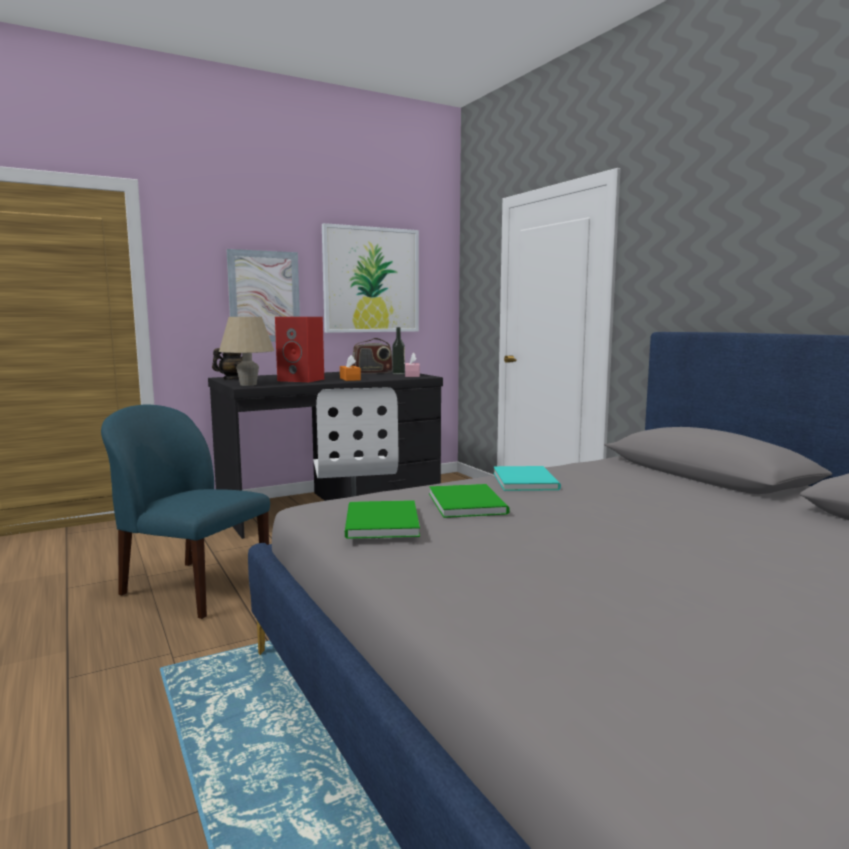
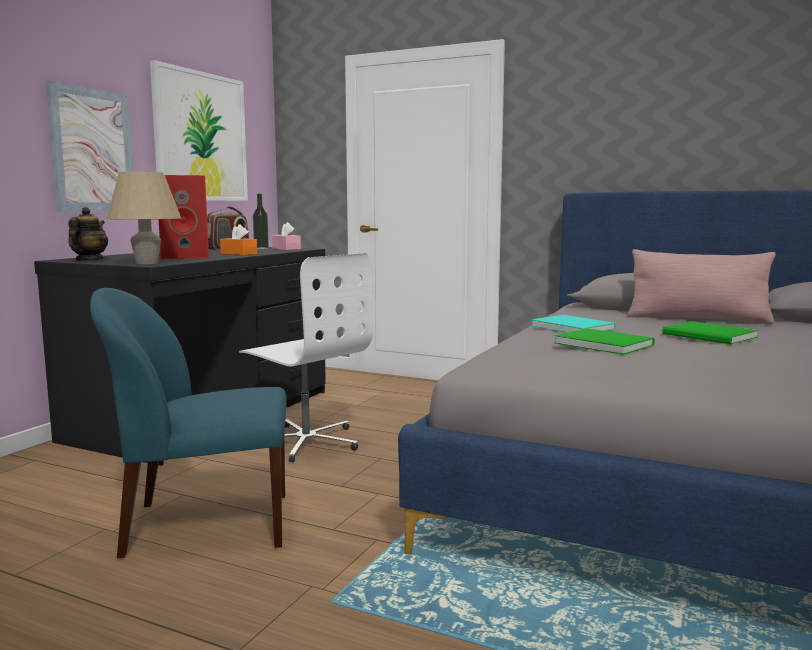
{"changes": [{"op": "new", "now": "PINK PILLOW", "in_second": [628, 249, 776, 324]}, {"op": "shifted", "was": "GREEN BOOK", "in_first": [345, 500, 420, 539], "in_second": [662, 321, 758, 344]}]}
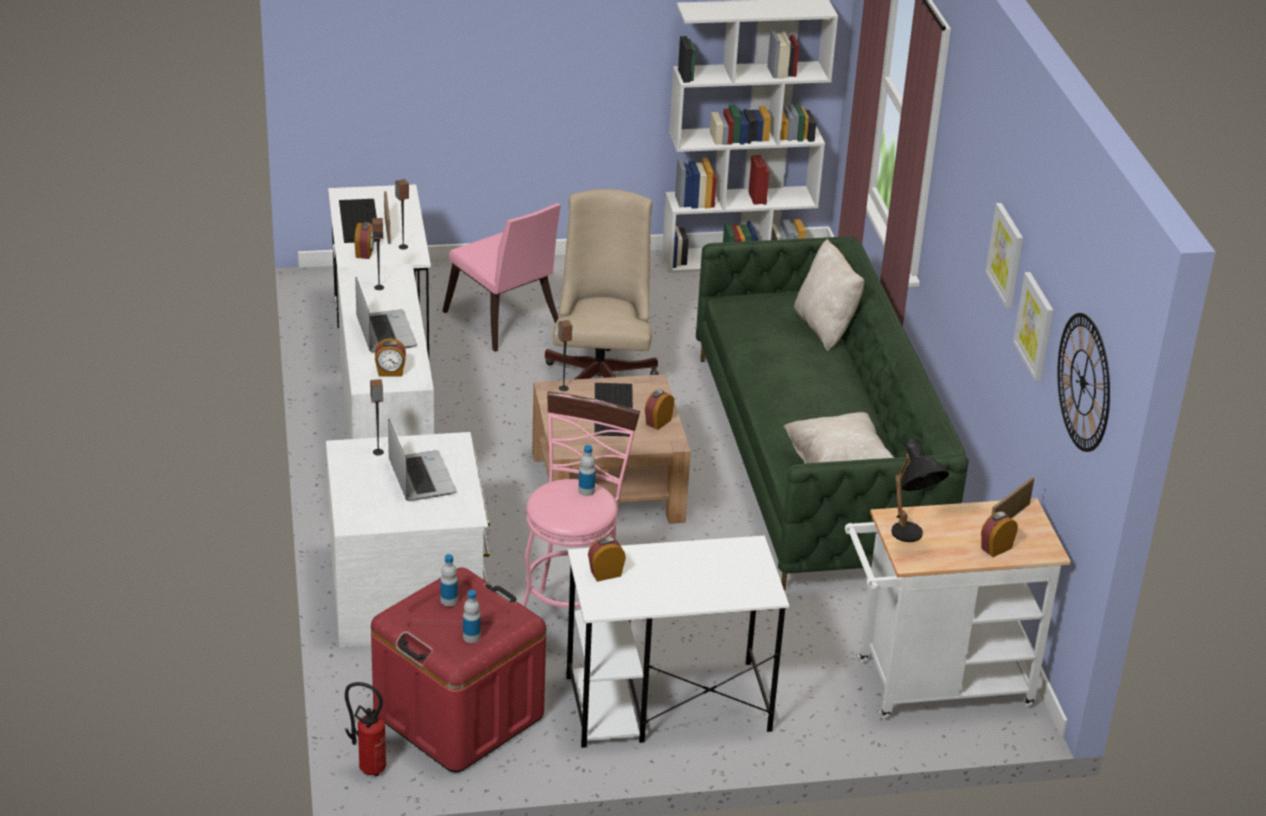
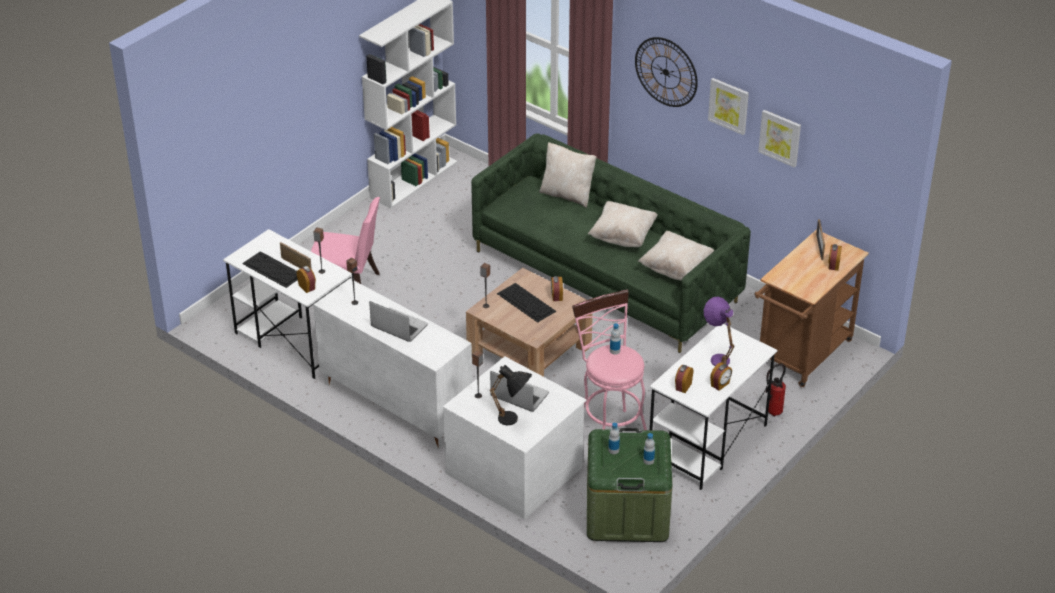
{"changes": [{"op": "gone", "was": "BEIGE OFFICE CHAIR", "in_first": [545, 189, 659, 380]}, {"op": "new", "now": "BEIGE PILLOW", "in_second": [588, 201, 658, 247]}, {"op": "new", "now": "PURPLE TABLE LAMP", "in_second": [704, 297, 735, 366]}, {"op": "shifted", "was": "FIRE EXTINGUISHER", "in_first": [345, 682, 386, 776], "in_second": [766, 364, 786, 416]}, {"op": "shifted", "was": "ALARM CLOCK", "in_first": [375, 338, 406, 377], "in_second": [710, 362, 732, 391]}, {"op": "shifted", "was": "BLACK TABLE LAMP", "in_first": [891, 439, 950, 542], "in_second": [490, 365, 532, 425]}, {"op": "shifted", "was": "WALL CLOCK", "in_first": [1058, 313, 1110, 452], "in_second": [635, 37, 698, 107]}, {"op": "repainted", "was": "RED STORAGE BOX", "now": "GREEN STORAGE BOX", "in_first": [371, 568, 546, 772], "in_second": [587, 428, 672, 542]}, {"op": "repainted", "was": "WHITE CART", "now": "BROWN CART", "in_first": [845, 498, 1071, 719], "in_second": [754, 230, 869, 387]}]}
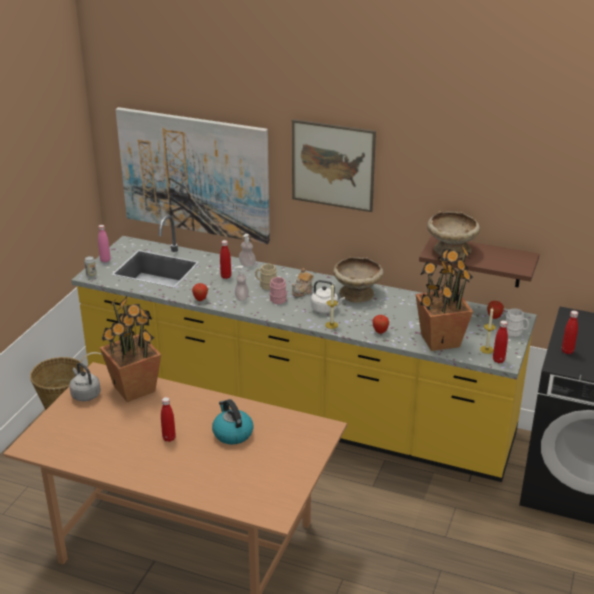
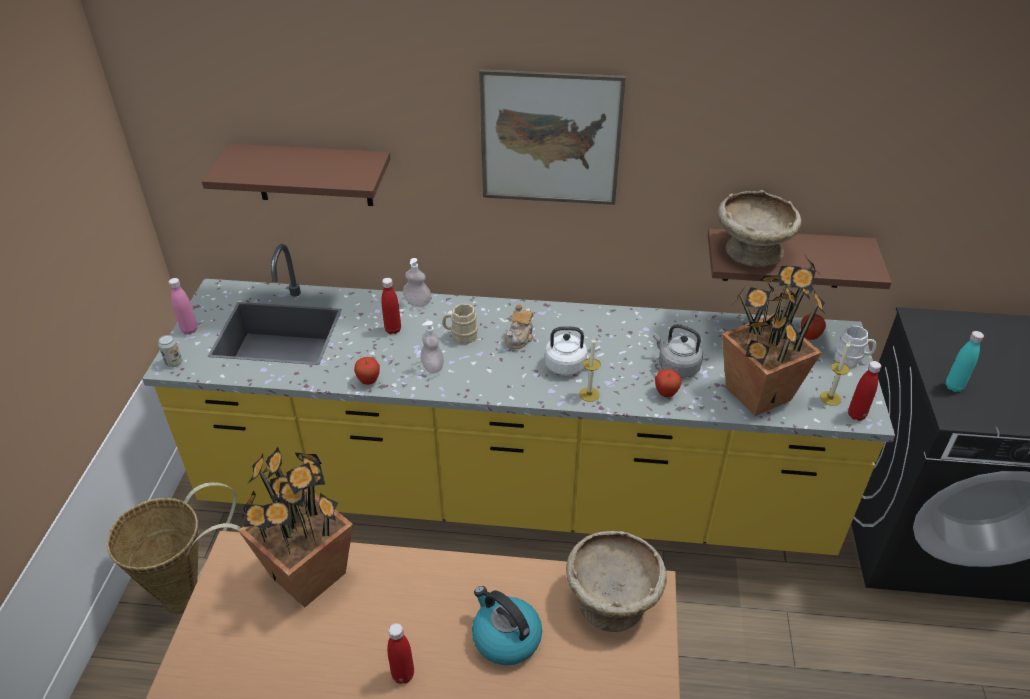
{"changes": [{"op": "gone", "was": "PINK MUG", "in_first": [269, 277, 287, 304]}, {"op": "shifted", "was": "GREY KETTLE", "in_first": [69, 363, 101, 401], "in_second": [653, 324, 703, 378]}, {"op": "shifted", "was": "BEIGE BOWL", "in_first": [333, 257, 384, 303], "in_second": [566, 531, 667, 632]}, {"op": "swapped", "was": "PICTURE", "now": "BROWN SHELF", "in_first": [115, 107, 270, 244], "in_second": [202, 144, 390, 206]}, {"op": "repainted", "was": "RED BOTTLE", "now": "TURQUOISE BOTTLE", "in_first": [562, 311, 578, 354], "in_second": [946, 331, 984, 392]}]}
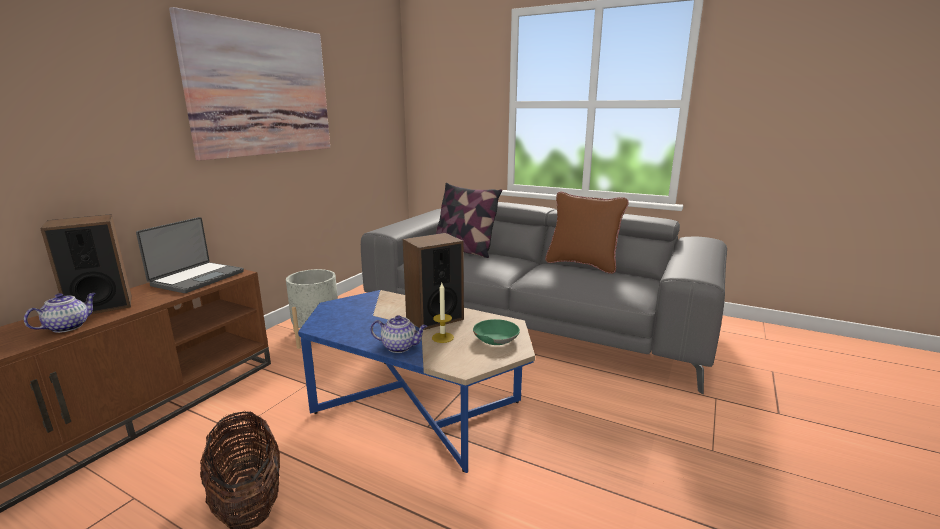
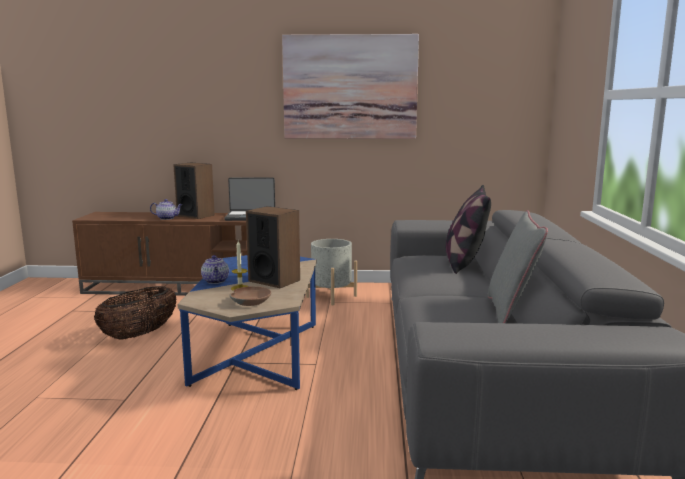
{"changes": [{"op": "repainted", "was": "GREEN BOWL", "now": "BROWN BOWL", "in_first": [473, 319, 520, 345], "in_second": [229, 286, 271, 306]}, {"op": "repainted", "was": "BROWN PILLOW", "now": "GREY PILLOW", "in_first": [545, 192, 629, 274], "in_second": [488, 210, 548, 323]}]}
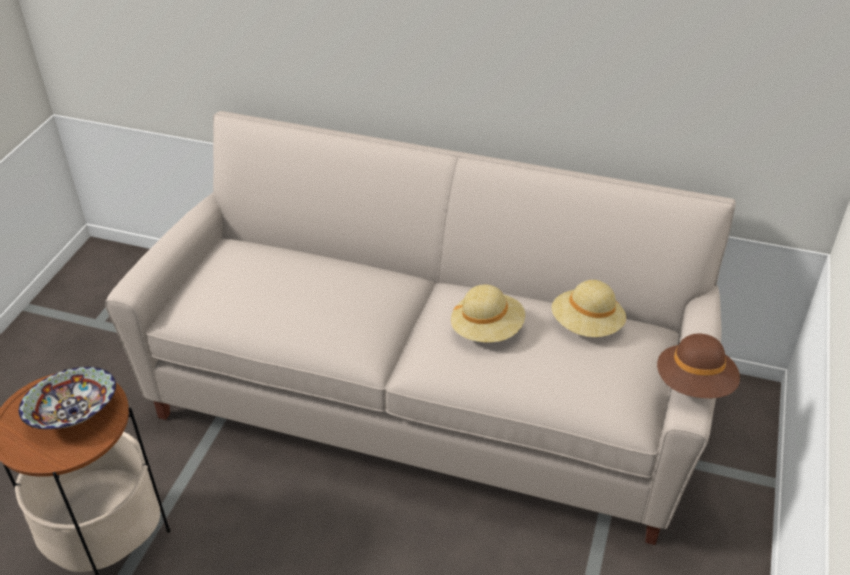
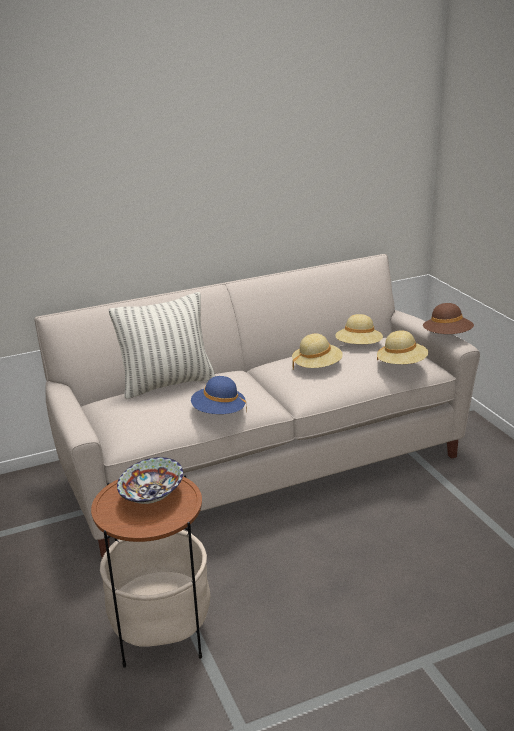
{"changes": [{"op": "new", "now": "PILLOW", "in_second": [109, 292, 215, 399]}, {"op": "new", "now": "BLUE HAT", "in_second": [191, 376, 247, 414]}, {"op": "new", "now": "BEIGE HAT", "in_second": [377, 330, 428, 364]}]}
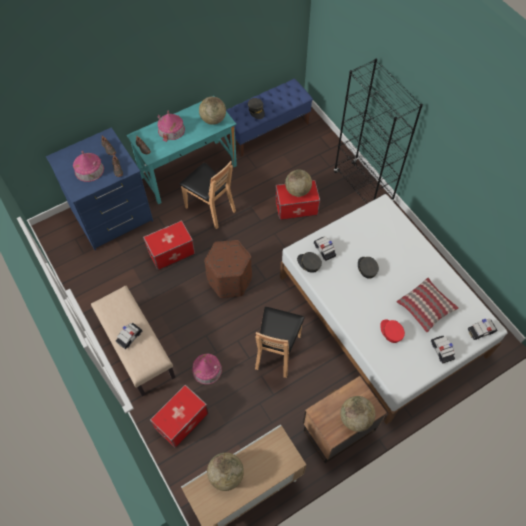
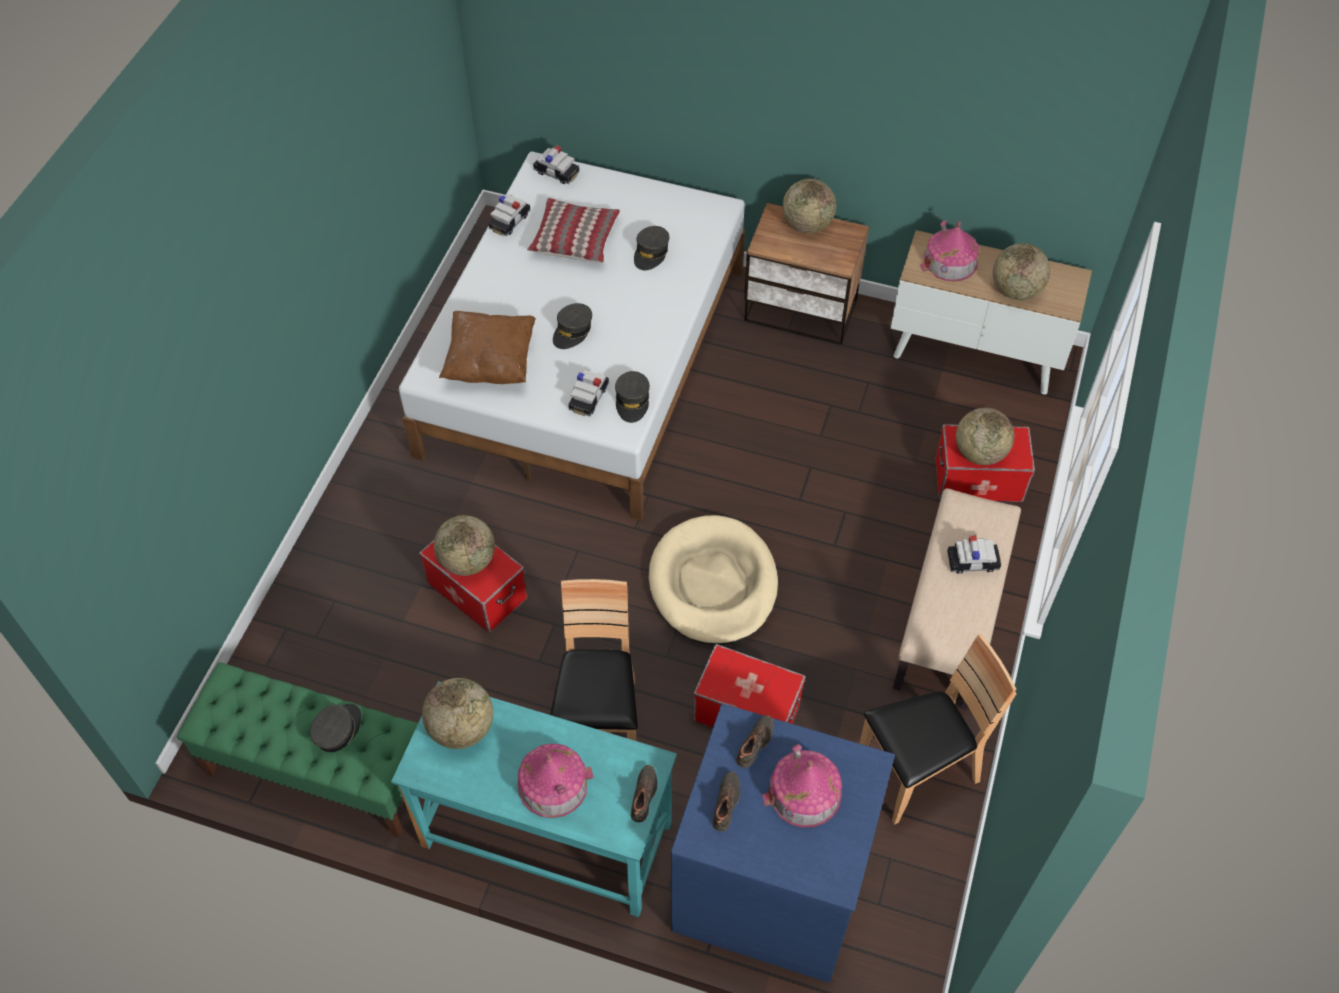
{"changes": [{"op": "gone", "was": "BLACK BOOKCASE", "in_first": [334, 58, 423, 204]}, {"op": "new", "now": "BROWN PILLOW", "in_second": [439, 311, 536, 384]}, {"op": "new", "now": "GLOBE", "in_second": [956, 408, 1014, 465]}, {"op": "shifted", "was": "TOY HOUSE", "in_first": [192, 354, 222, 385], "in_second": [920, 220, 979, 282]}, {"op": "shifted", "was": "BROWN CHAIR", "in_first": [255, 307, 305, 378], "in_second": [859, 634, 1016, 825]}, {"op": "shifted", "was": "TOY CAR", "in_first": [431, 336, 455, 364], "in_second": [488, 195, 530, 236]}, {"op": "swapped", "was": "BROWN OTTOMAN", "now": "BEIGE DOG BED", "in_first": [204, 240, 252, 298], "in_second": [649, 515, 778, 645]}, {"op": "repainted", "was": "BLUE BENCH", "now": "GREEN BENCH", "in_first": [226, 79, 313, 157], "in_second": [177, 662, 418, 837]}, {"op": "repainted", "was": "RED CAP", "now": "GREY CAP", "in_first": [380, 319, 405, 343], "in_second": [634, 226, 669, 270]}]}
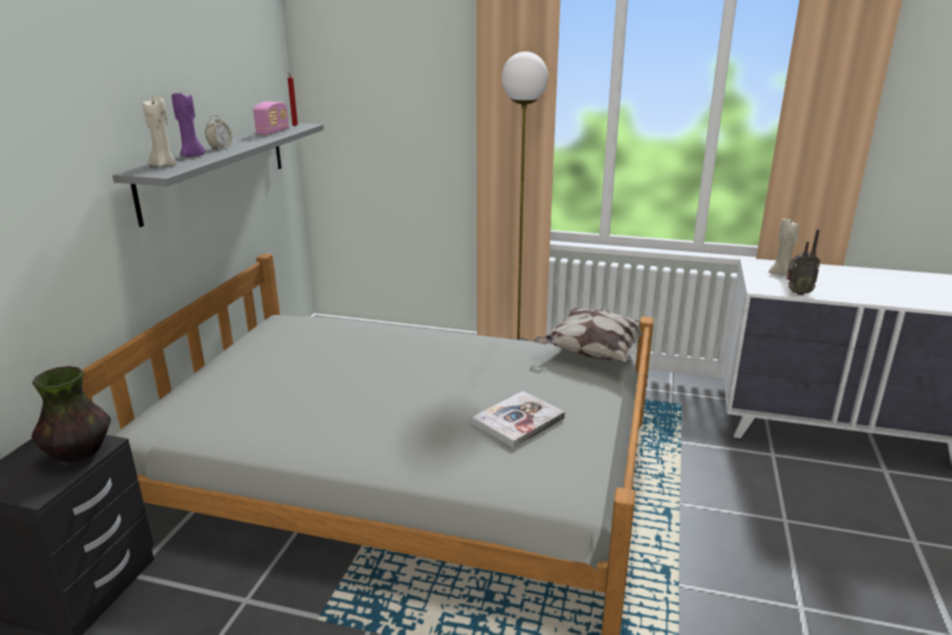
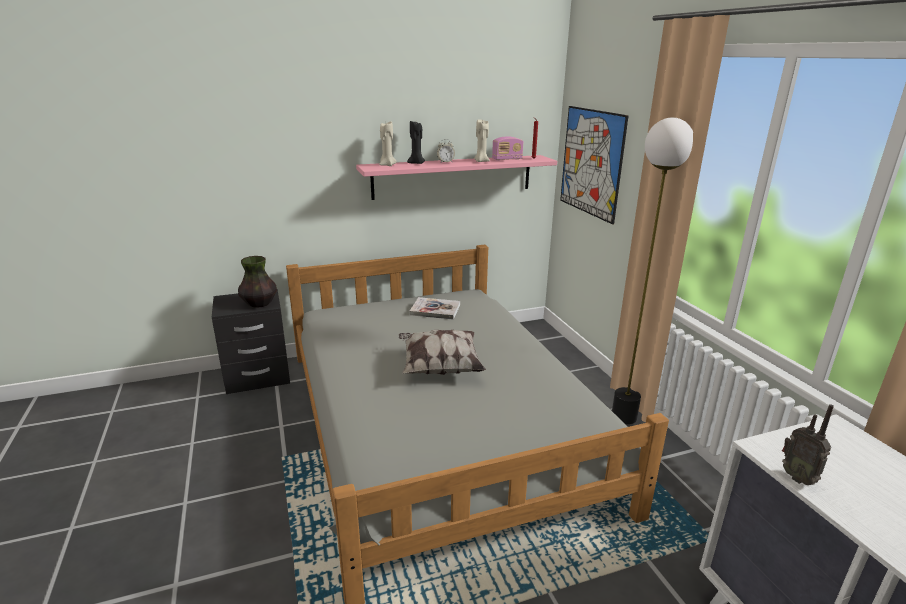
{"changes": [{"op": "new", "now": "PICTURE", "in_second": [560, 106, 629, 225]}, {"op": "shifted", "was": "BOOK", "in_first": [472, 391, 565, 448], "in_second": [409, 297, 460, 320]}, {"op": "shifted", "was": "PILLOW", "in_first": [534, 308, 654, 362], "in_second": [399, 330, 486, 375]}, {"op": "shifted", "was": "BEIGE CANDLE", "in_first": [769, 218, 799, 276], "in_second": [474, 119, 490, 162]}, {"op": "repainted", "was": "GREY SHELF", "now": "PINK SHELF", "in_first": [112, 123, 324, 227], "in_second": [356, 155, 557, 200]}, {"op": "repainted", "was": "PURPLE CANDLE", "now": "BLACK CANDLE", "in_first": [172, 92, 205, 157], "in_second": [407, 121, 425, 164]}]}
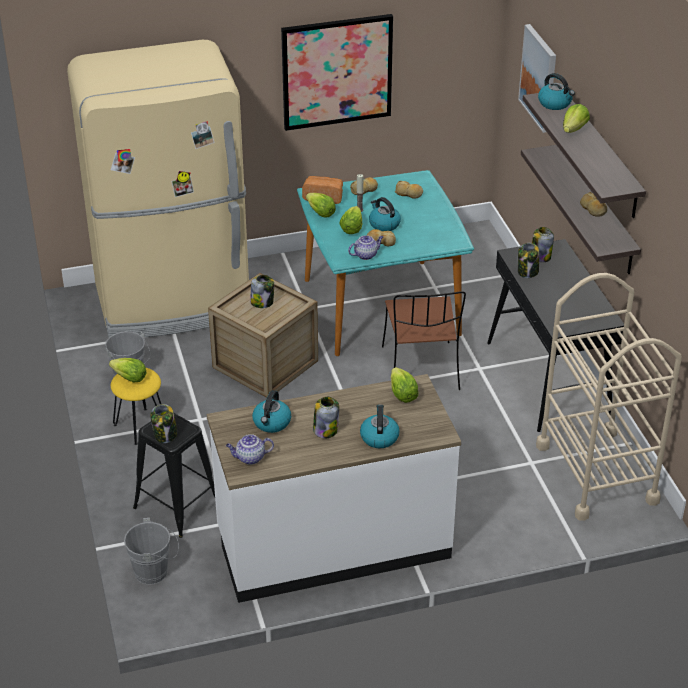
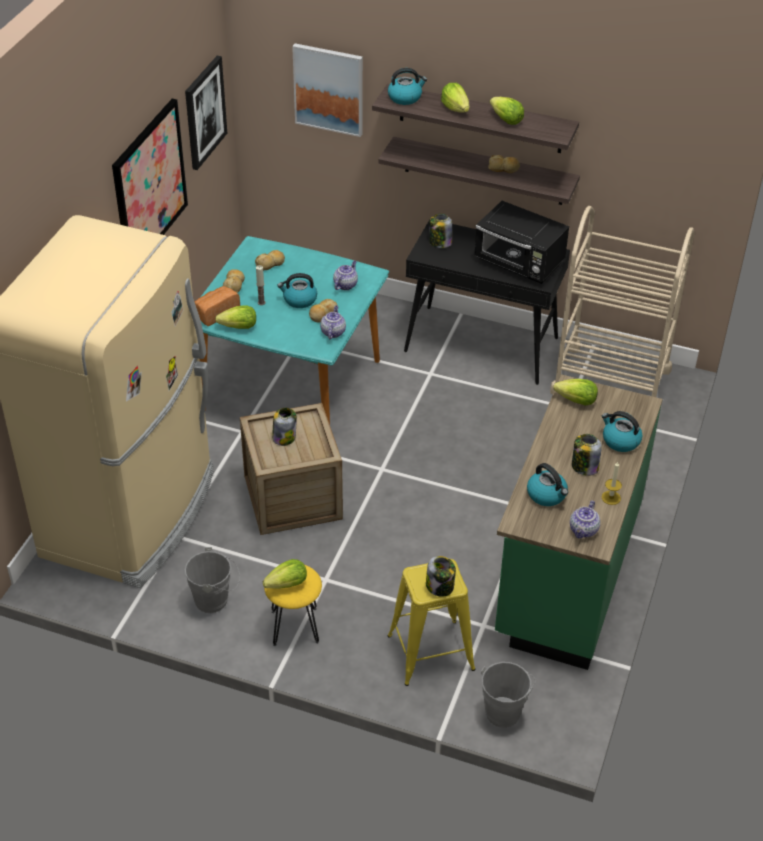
{"changes": [{"op": "gone", "was": "BROWN CHAIR", "in_first": [382, 291, 466, 390]}, {"op": "gone", "was": "JAR", "in_first": [518, 243, 539, 278]}, {"op": "new", "now": "PICTURE", "in_second": [185, 56, 227, 170]}, {"op": "new", "now": "TEAPOT", "in_second": [333, 261, 358, 290]}, {"op": "new", "now": "BLACK MICROWAVE", "in_second": [474, 201, 569, 284]}, {"op": "new", "now": "CANDLE", "in_second": [602, 462, 622, 505]}, {"op": "shifted", "was": "LETTUCE", "in_first": [339, 206, 362, 234], "in_second": [490, 97, 524, 125]}, {"op": "repainted", "was": "BLACK STOOL", "now": "YELLOW STOOL", "in_first": [133, 413, 215, 538], "in_second": [387, 559, 475, 686]}, {"op": "repainted", "was": "WHITE COUNTER", "now": "GREEN COUNTER", "in_first": [207, 374, 461, 603], "in_second": [495, 374, 662, 670]}]}
